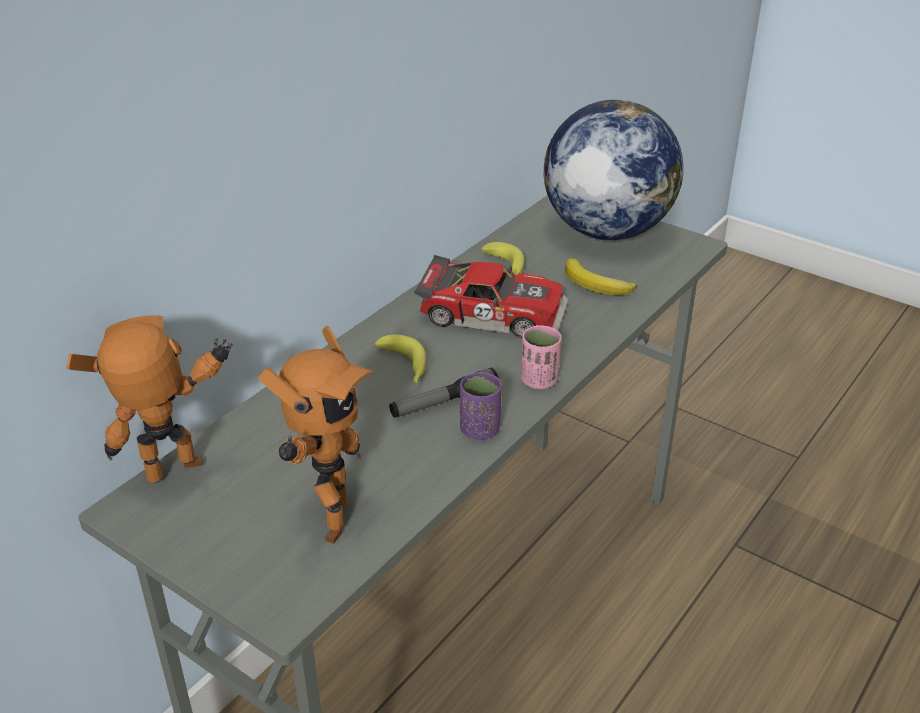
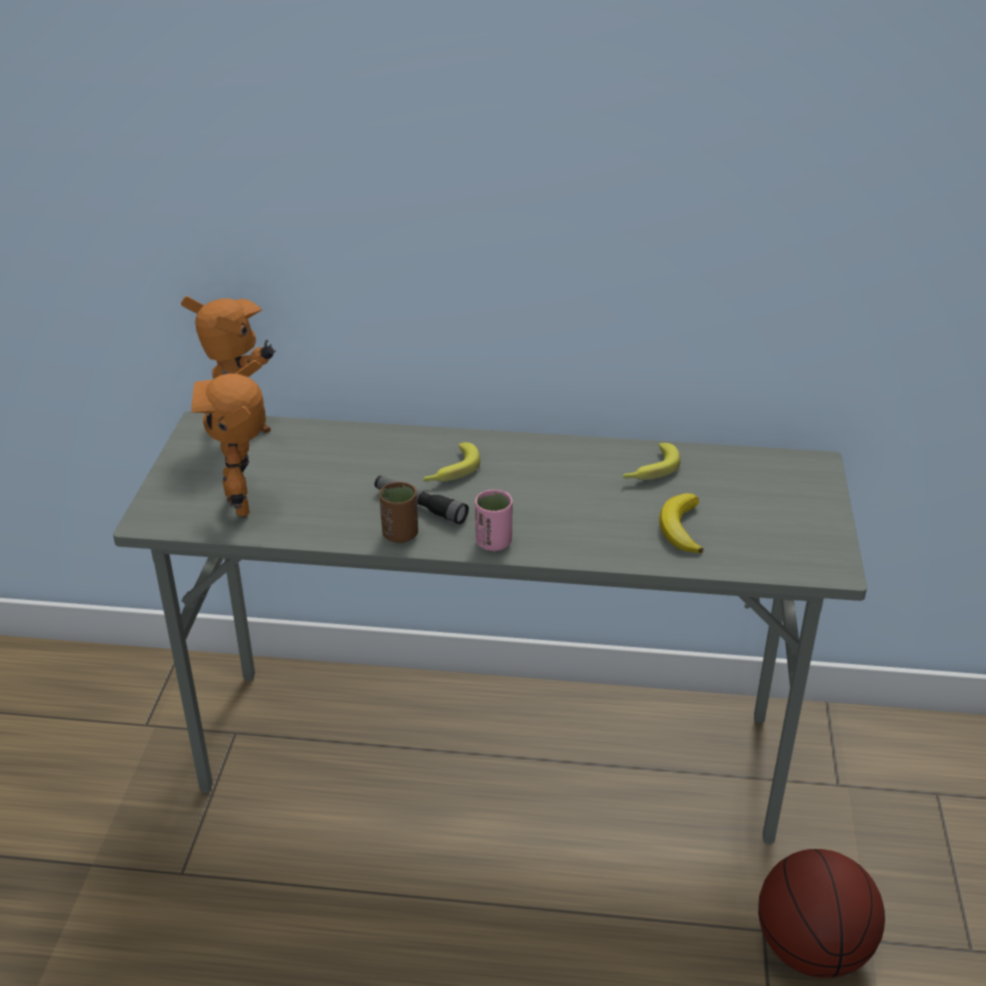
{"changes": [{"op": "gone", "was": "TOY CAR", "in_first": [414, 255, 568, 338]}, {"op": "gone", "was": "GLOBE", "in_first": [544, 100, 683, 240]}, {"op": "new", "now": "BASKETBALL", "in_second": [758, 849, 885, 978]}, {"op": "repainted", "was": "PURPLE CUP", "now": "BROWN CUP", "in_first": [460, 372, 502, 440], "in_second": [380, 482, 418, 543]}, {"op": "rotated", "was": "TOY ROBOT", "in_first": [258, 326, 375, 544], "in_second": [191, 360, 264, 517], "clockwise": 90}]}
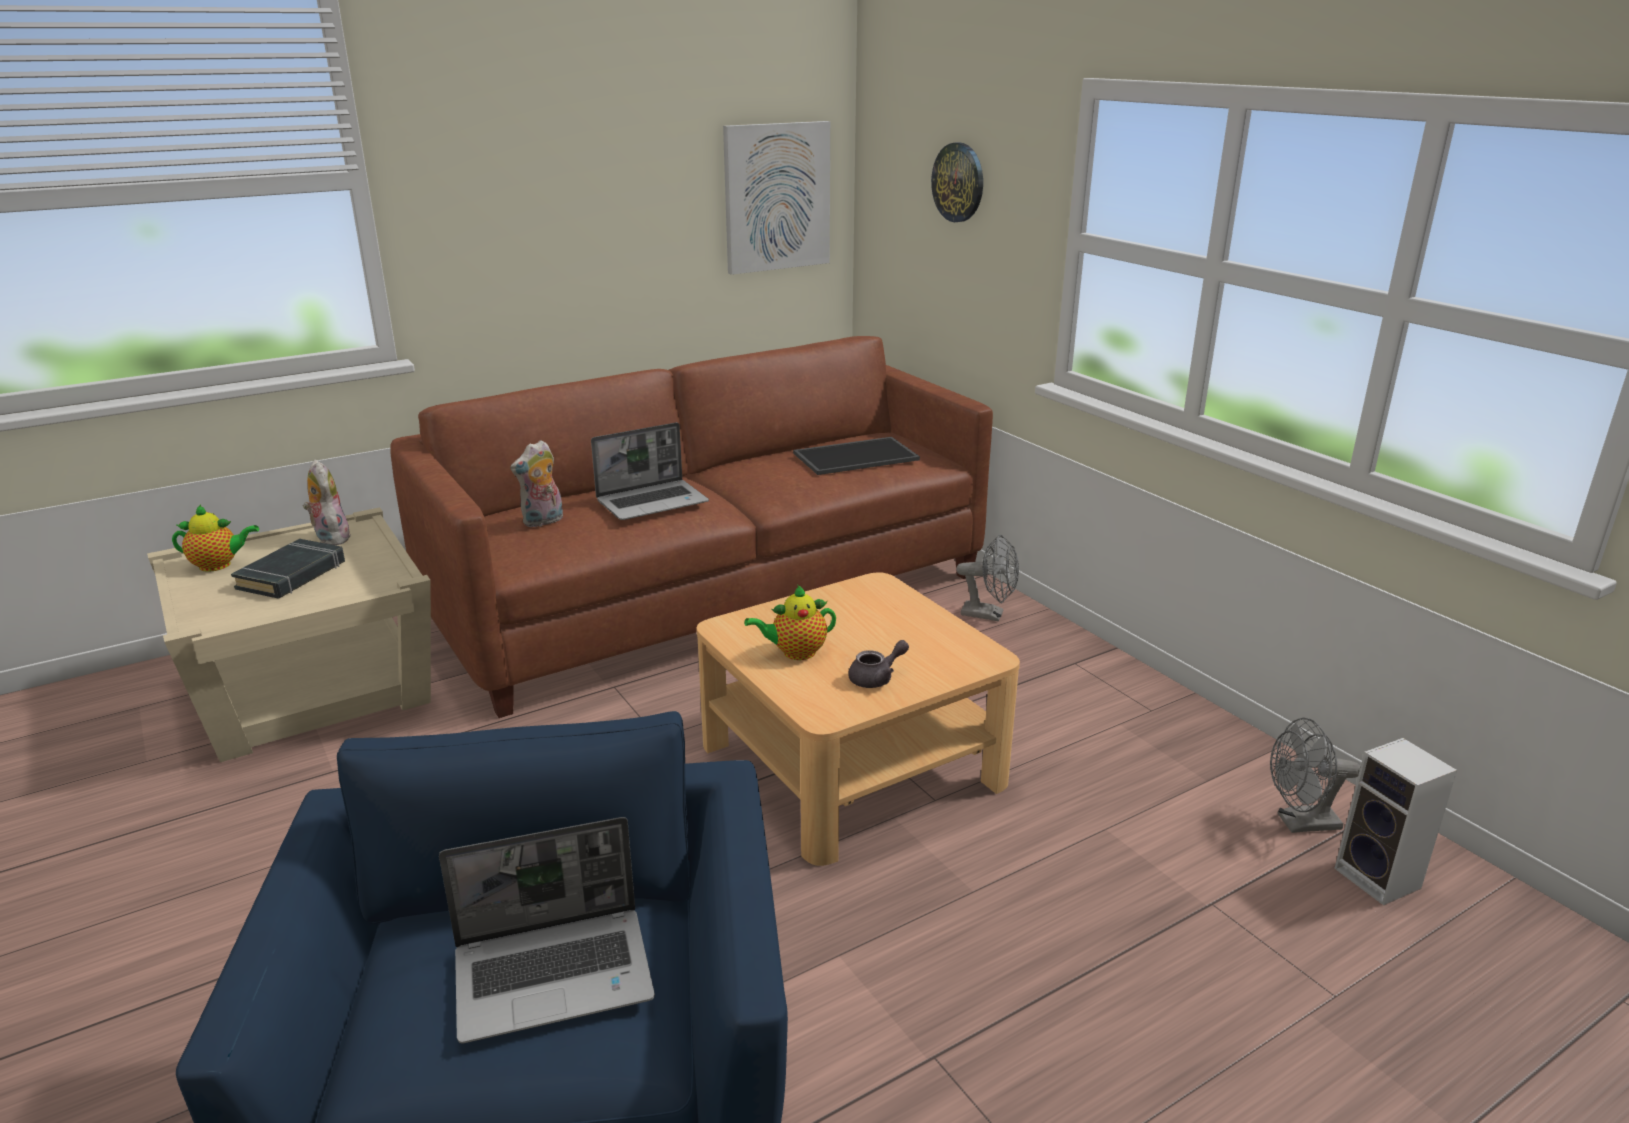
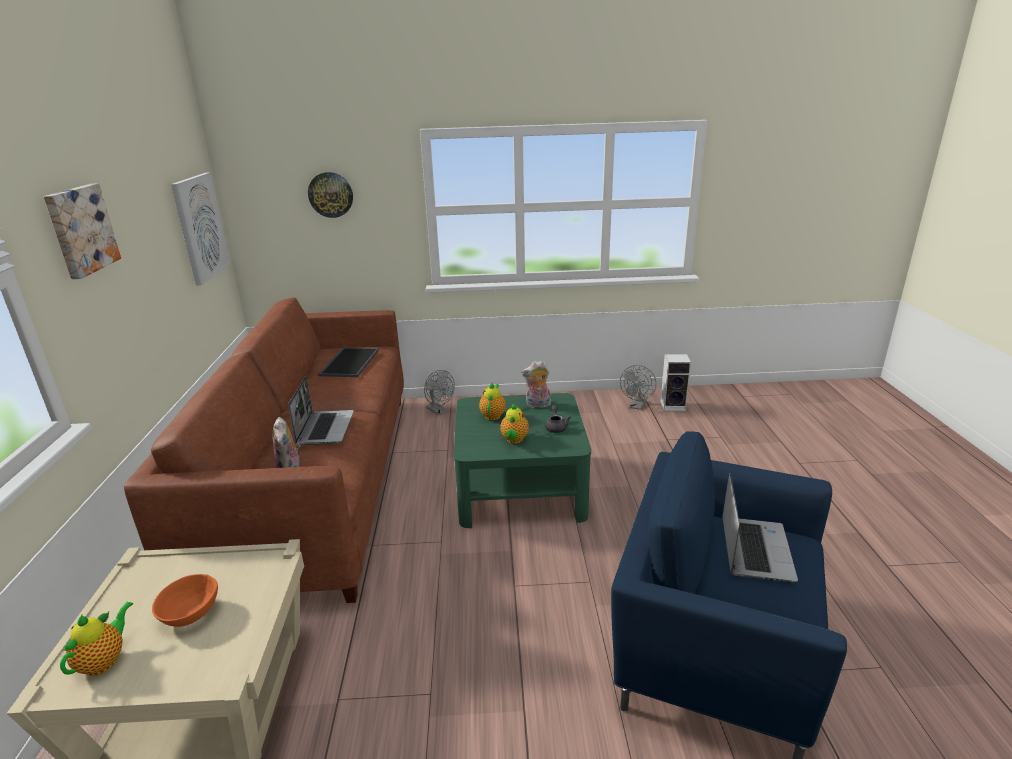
{"changes": [{"op": "new", "now": "PICTURE", "in_second": [44, 183, 121, 279]}, {"op": "new", "now": "TEAPOT", "in_second": [479, 382, 506, 420]}, {"op": "shifted", "was": "PLUSH TOY", "in_first": [303, 459, 351, 545], "in_second": [521, 360, 551, 408]}, {"op": "swapped", "was": "BLACK BOOK", "now": "ORANGE BOWL", "in_first": [231, 539, 345, 599], "in_second": [152, 574, 218, 627]}, {"op": "repainted", "was": "BEIGE COFFEE TABLE", "now": "GREEN COFFEE TABLE", "in_first": [696, 572, 1020, 866], "in_second": [454, 393, 591, 528]}, {"op": "rotated", "was": "GREY FAN", "in_first": [956, 535, 1019, 621], "in_second": [424, 370, 455, 415], "clockwise": 90}]}
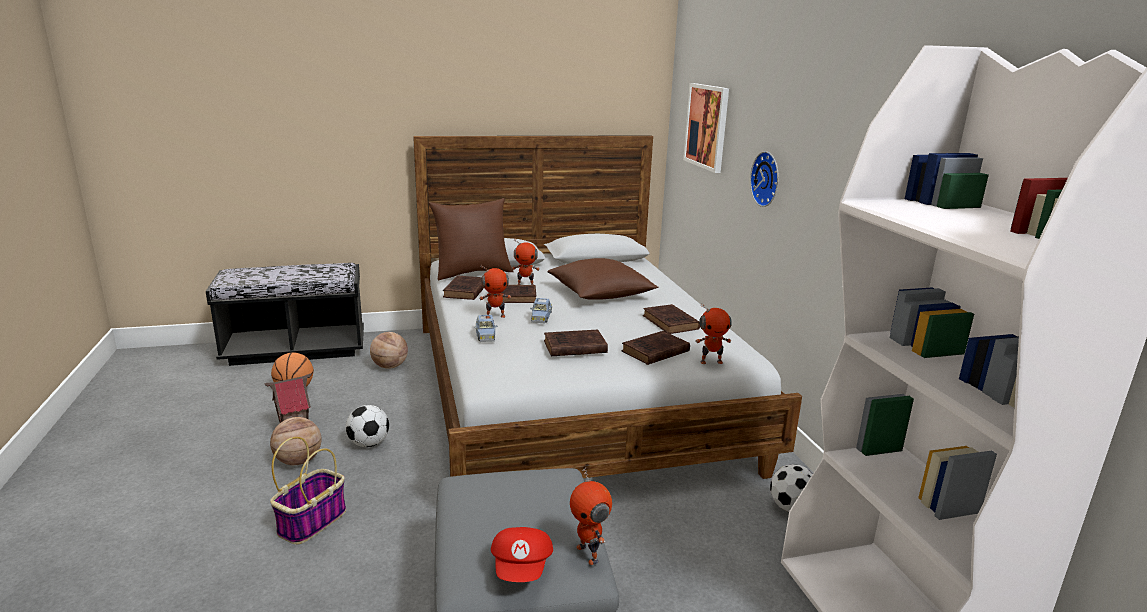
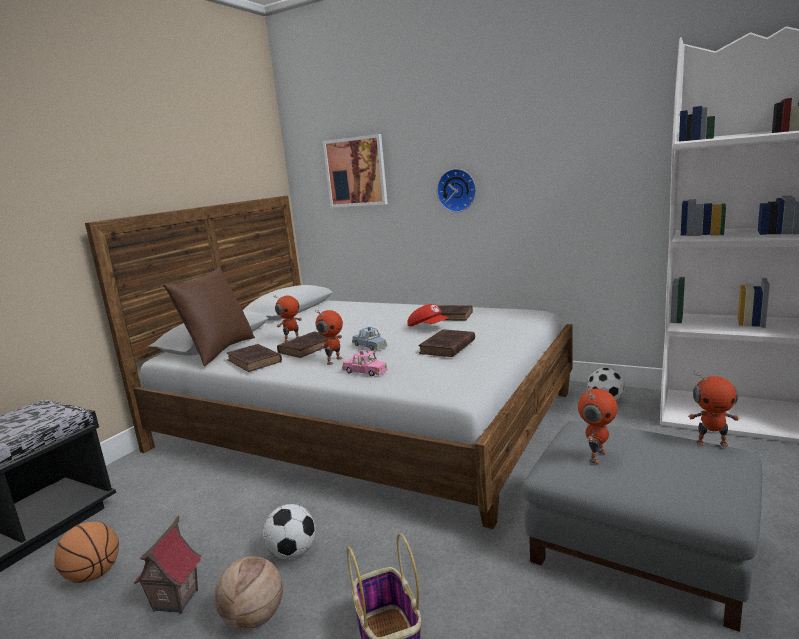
{"changes": [{"op": "gone", "was": "BASKETBALL", "in_first": [370, 332, 408, 369]}, {"op": "gone", "was": "BROWN PILLOW", "in_first": [547, 258, 658, 300]}, {"op": "gone", "was": "BROWN BOOK", "in_first": [621, 331, 690, 365]}, {"op": "shifted", "was": "RED CAP", "in_first": [491, 527, 553, 582], "in_second": [407, 304, 448, 327]}, {"op": "shifted", "was": "TOY ROBOT", "in_first": [695, 304, 732, 364], "in_second": [578, 388, 618, 464]}, {"op": "repainted", "was": "BLUE TOY CAR", "now": "PINK TOY CAR", "in_first": [474, 315, 497, 342], "in_second": [342, 350, 388, 376]}]}
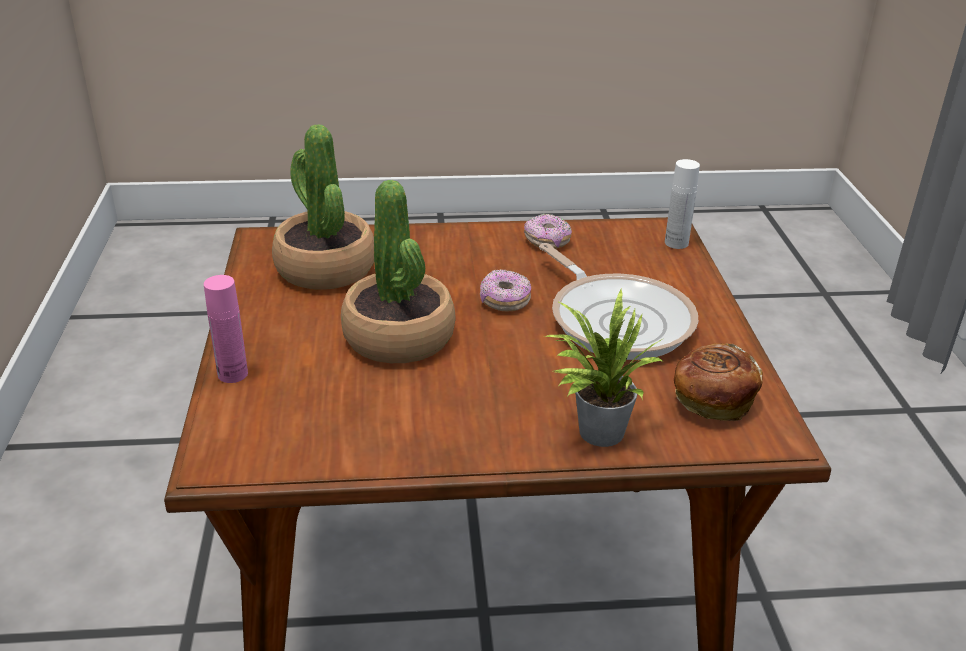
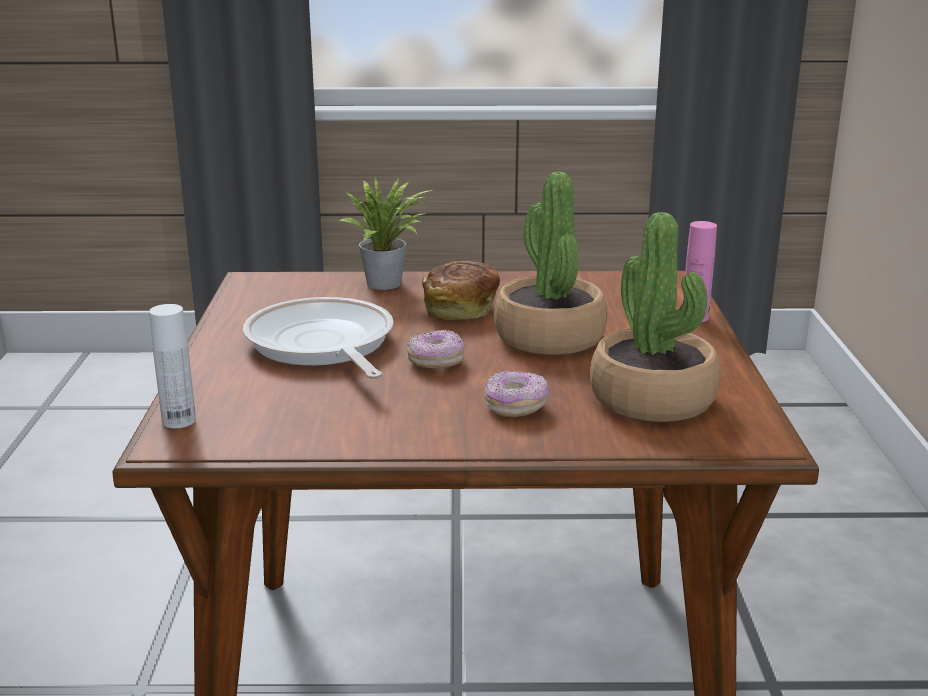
{"changes": [{"op": "shifted", "was": "DONUT", "in_first": [524, 214, 572, 249], "in_second": [484, 371, 549, 417]}, {"op": "shifted", "was": "BREAD", "in_first": [674, 343, 763, 421], "in_second": [422, 261, 500, 320]}]}
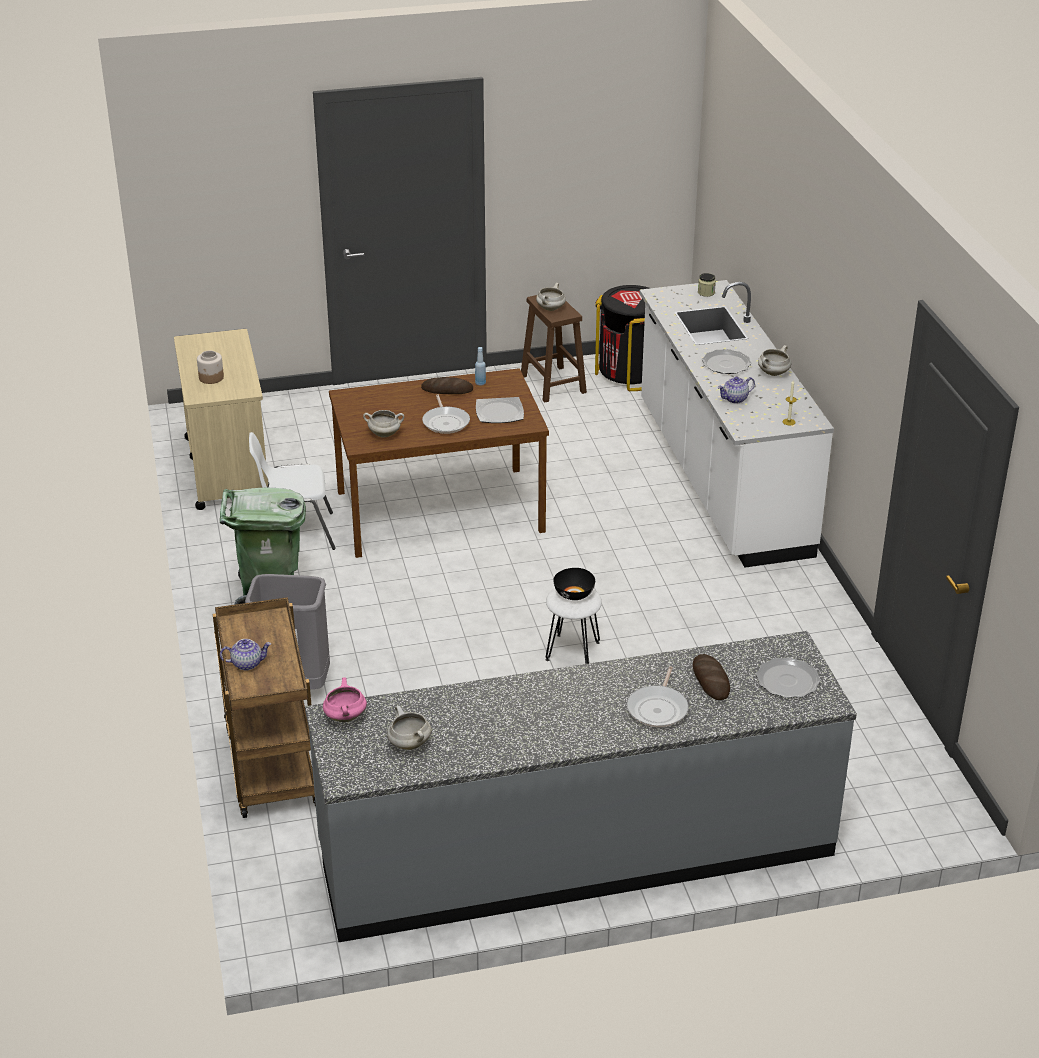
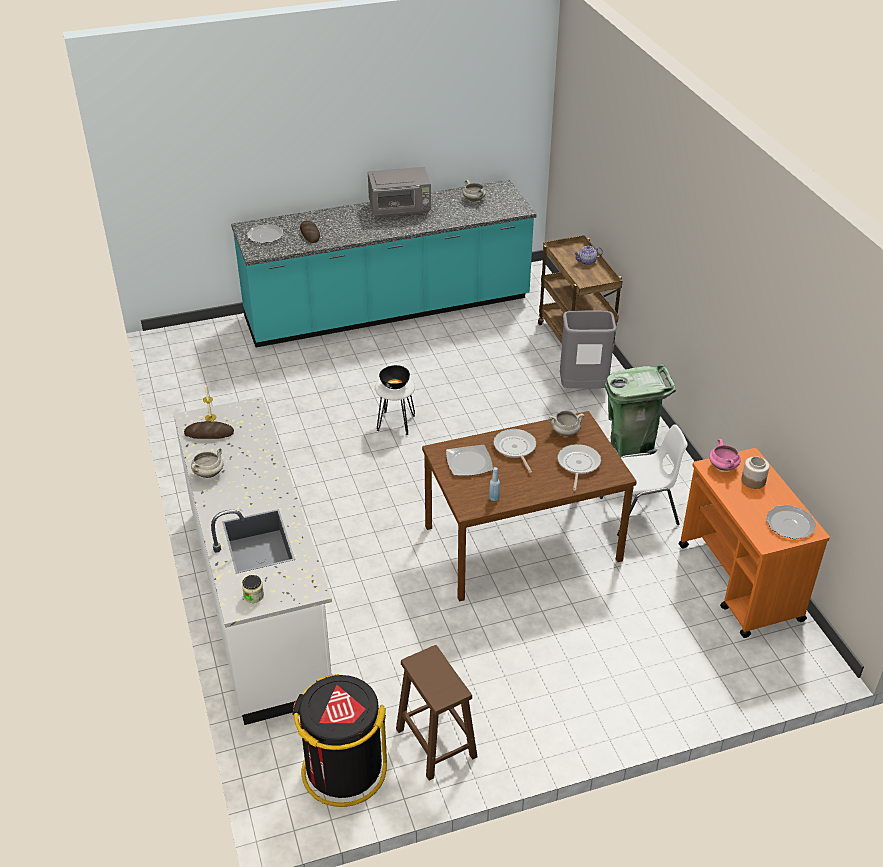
{"changes": [{"op": "gone", "was": "WHITE COOKING POT", "in_first": [536, 283, 566, 311]}, {"op": "gone", "was": "TEAPOT", "in_first": [718, 376, 755, 404]}, {"op": "new", "now": "GREY MICROWAVE", "in_second": [368, 167, 431, 217]}, {"op": "shifted", "was": "PINK COOKING POT", "in_first": [323, 678, 367, 722], "in_second": [709, 439, 741, 471]}, {"op": "shifted", "was": "BREAD", "in_first": [421, 377, 473, 394], "in_second": [184, 421, 234, 439]}, {"op": "shifted", "was": "FRYING PAN", "in_first": [627, 666, 689, 727], "in_second": [557, 444, 601, 491]}, {"op": "shifted", "was": "PLATE", "in_first": [702, 349, 751, 374], "in_second": [766, 505, 816, 539]}, {"op": "repainted", "was": "BEIGE CART", "now": "ORANGE CART", "in_first": [174, 329, 268, 510], "in_second": [679, 448, 830, 638]}, {"op": "repainted", "was": "GREY COUNTER", "now": "TURQUOISE COUNTER", "in_first": [305, 631, 857, 942], "in_second": [231, 180, 537, 347]}]}
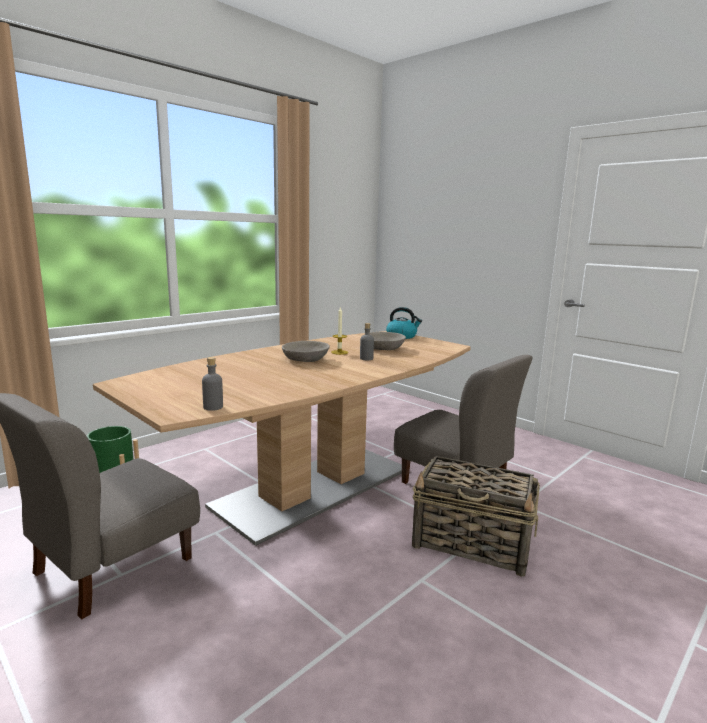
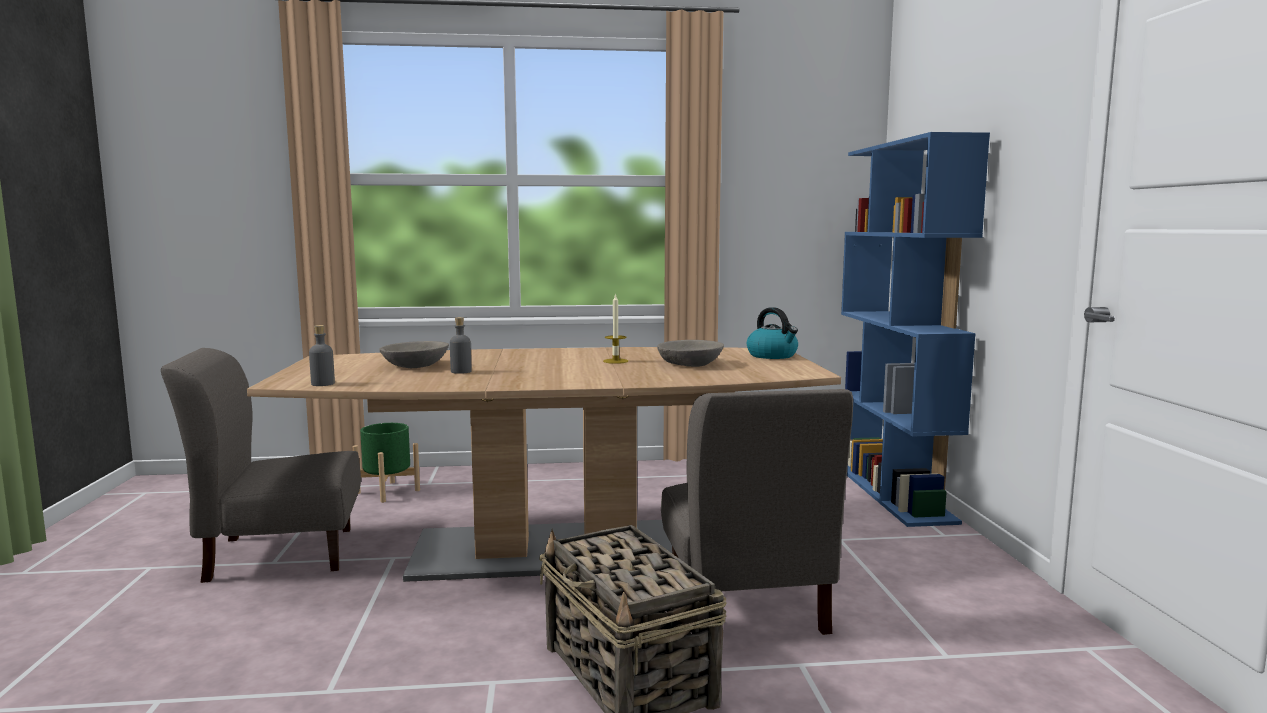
{"changes": [{"op": "new", "now": "BLUE BOOKCASE", "in_second": [841, 132, 990, 527]}, {"op": "shifted", "was": "GREY BOWL", "in_first": [282, 341, 330, 362], "in_second": [379, 341, 449, 368]}, {"op": "shifted", "was": "GREY BOTTLE", "in_first": [360, 323, 374, 360], "in_second": [450, 317, 471, 374]}]}
